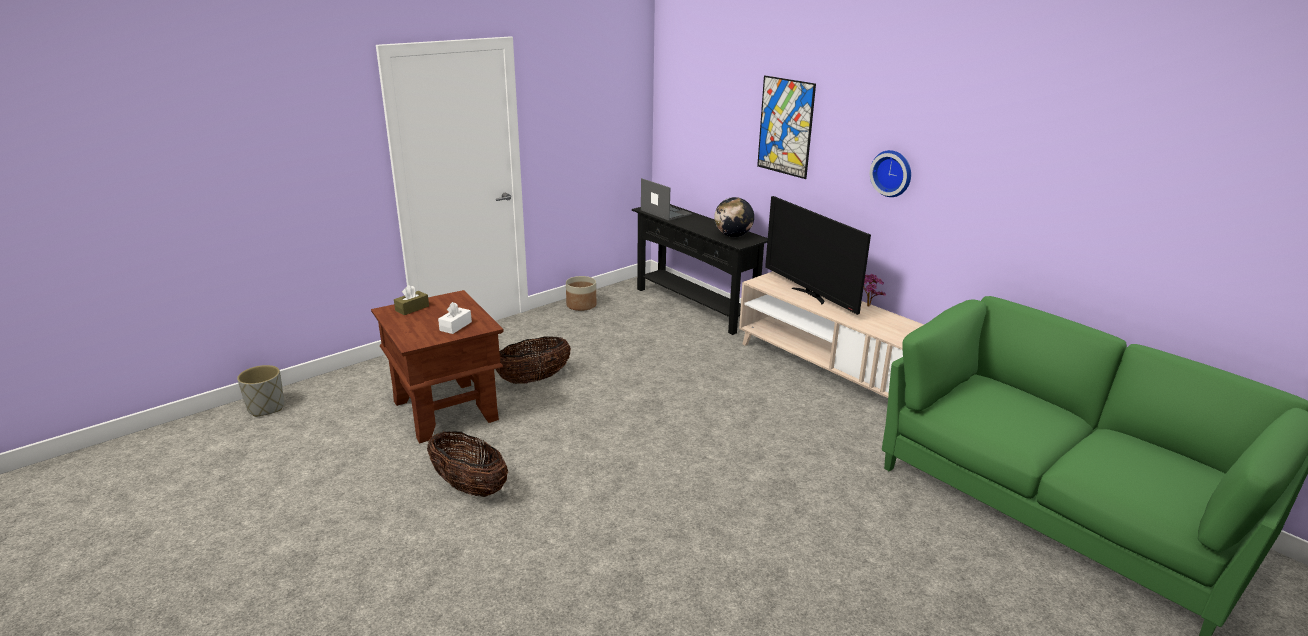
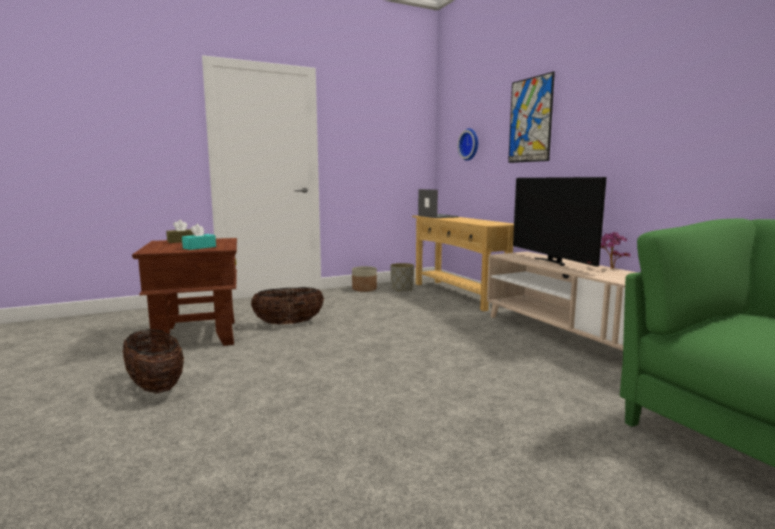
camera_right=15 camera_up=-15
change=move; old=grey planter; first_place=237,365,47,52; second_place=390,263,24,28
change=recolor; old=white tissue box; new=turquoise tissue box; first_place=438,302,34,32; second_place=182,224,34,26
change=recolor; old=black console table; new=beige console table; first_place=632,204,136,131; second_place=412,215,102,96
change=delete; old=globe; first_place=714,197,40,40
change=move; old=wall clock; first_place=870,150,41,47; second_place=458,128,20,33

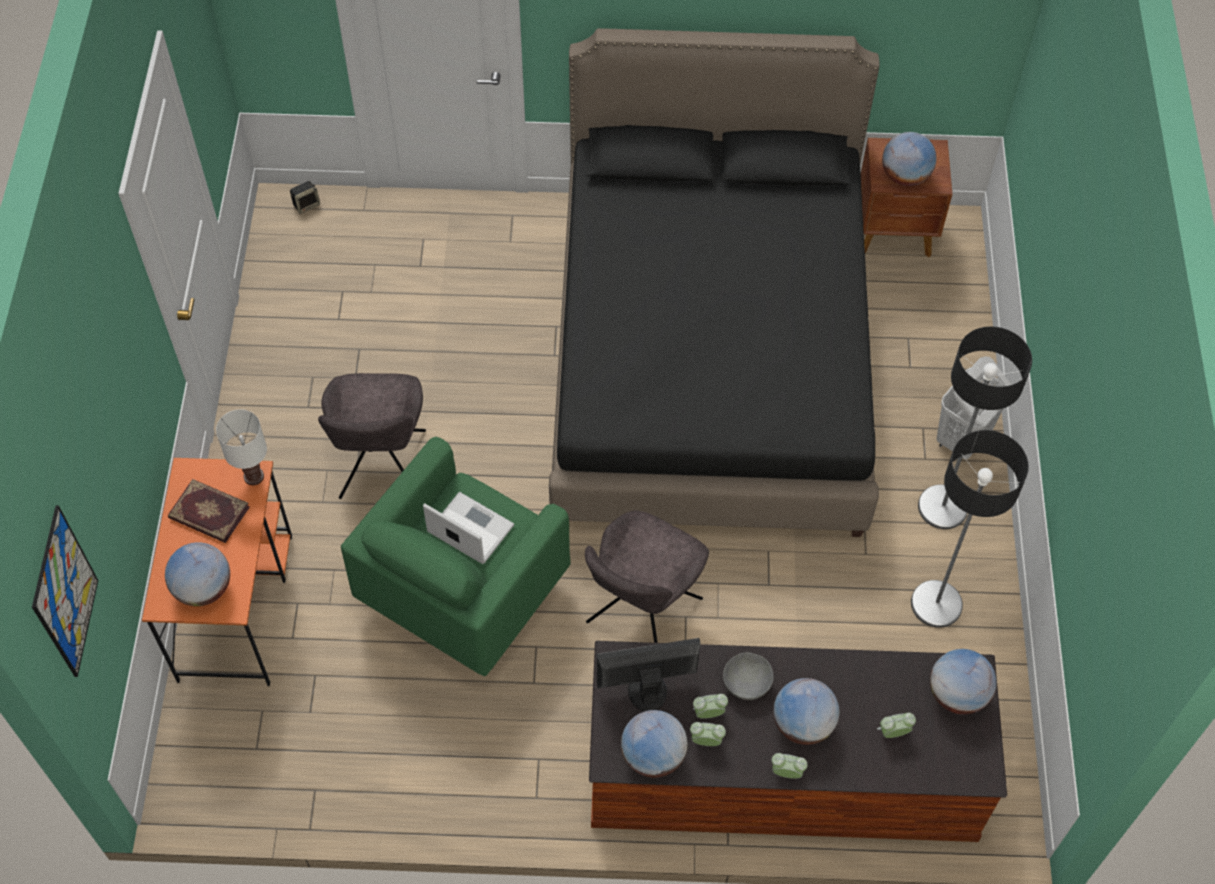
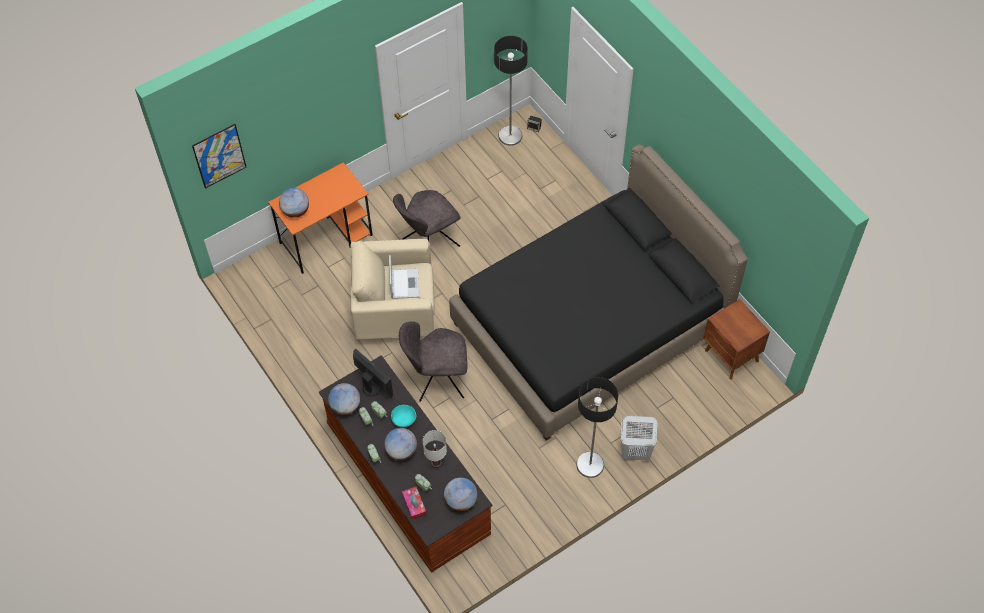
camera_right=55 camera_up=0
change=delete; old=book; first_place=168,479,82,64
change=move; old=white table lamp; first_place=216,409,51,76; second_place=423,430,24,38
change=recolor; old=green armchair; new=beige armchair; first_place=341,437,230,239; second_place=350,239,85,100
change=recolor; old=grey bowl; new=turquoise bowl; first_place=723,652,51,48; second_place=391,405,25,22
change=delete; old=globe; first_place=882,132,55,54
change=move; old=floor lamp; first_place=911,430,118,198; second_place=494,36,34,110
change=insert; new=tissue box; second_place=402,487,24,33

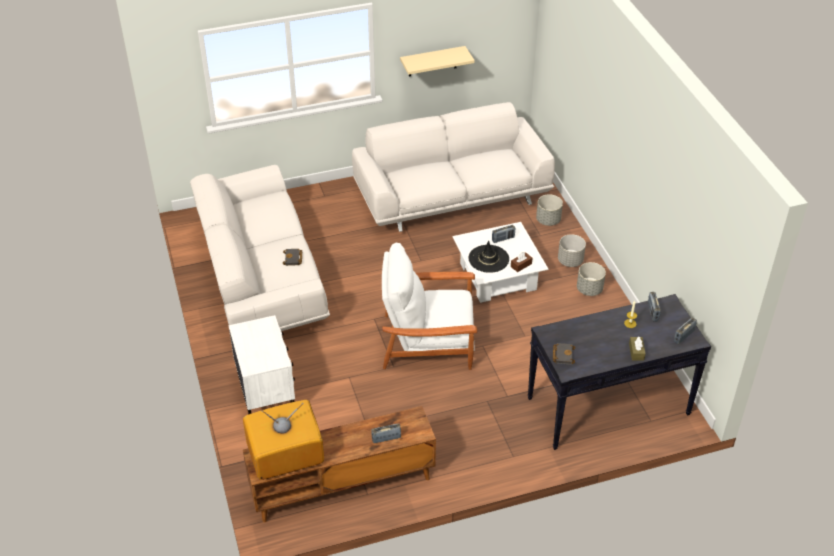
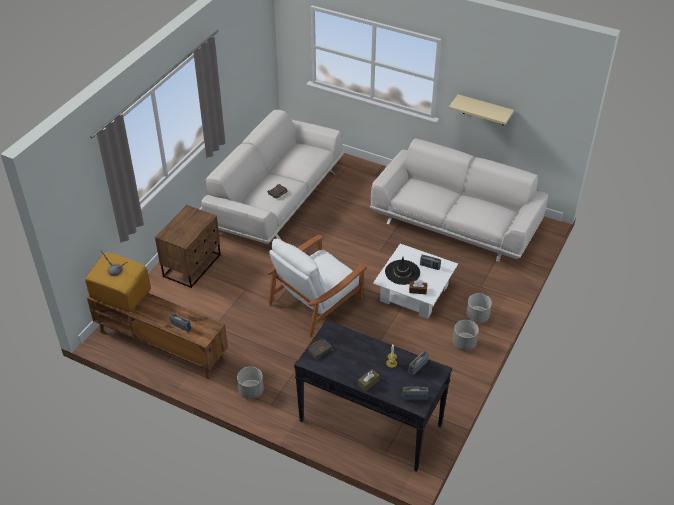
camera_right=45 camera_up=0
change=recolor; old=white nightstand; new=brown nightstand; first_place=228,315,67,99; second_place=155,205,66,83
change=rotate; old=white armchair; first_place=382,243,95,127; second_place=267,235,100,103; degrees=-90
change=move; old=grey planter; first_place=536,194,27,32; second_place=237,367,27,32

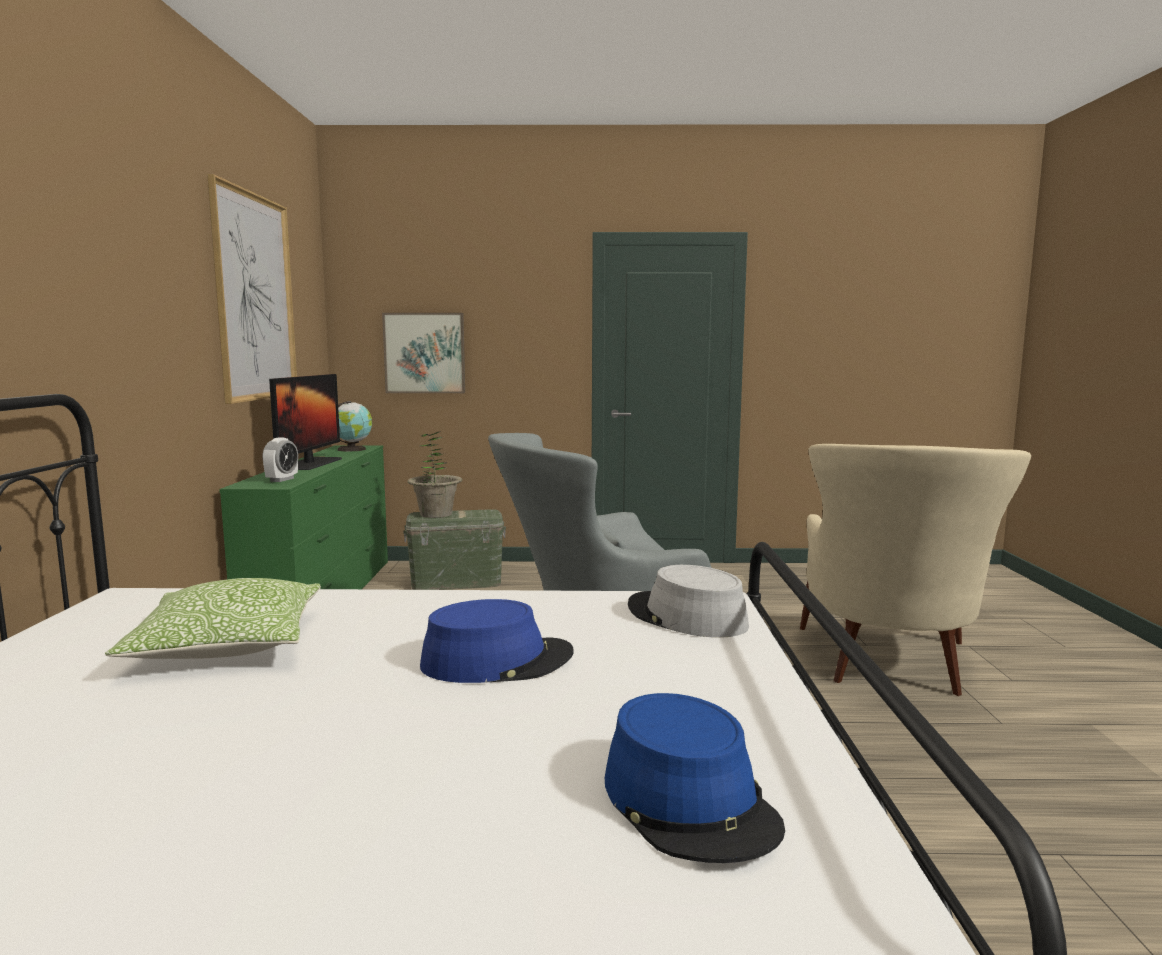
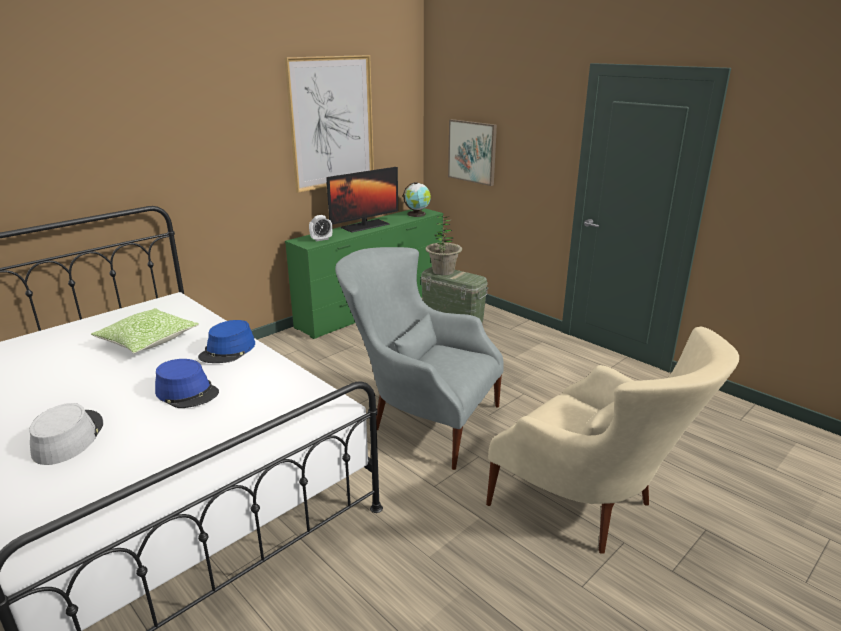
camera_right=45 camera_up=15
change=move; old=blue hat; first_place=605,693,180,170; second_place=198,320,57,43
change=move; old=grey hat; first_place=628,565,121,73; second_place=29,403,74,62
change=rotate; old=beige armchair; first_place=800,444,231,252; second_place=486,327,253,227; degrees=-105

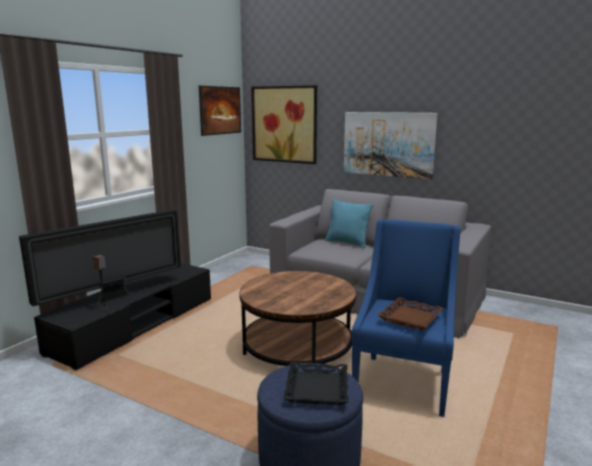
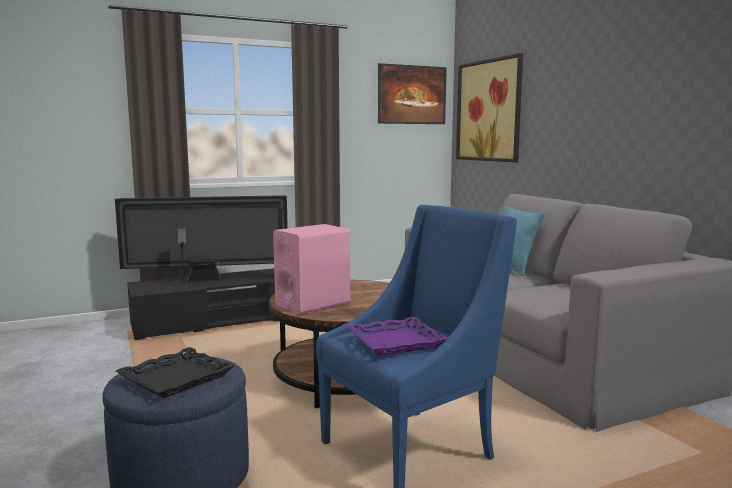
camera_right=35 camera_up=-5
change=delete; old=picture; first_place=344,112,94,67
change=recolor; old=brown tray; new=purple tray; first_place=378,297,65,33; second_place=347,317,101,39
change=insert; new=pink speaker; second_place=273,224,77,90

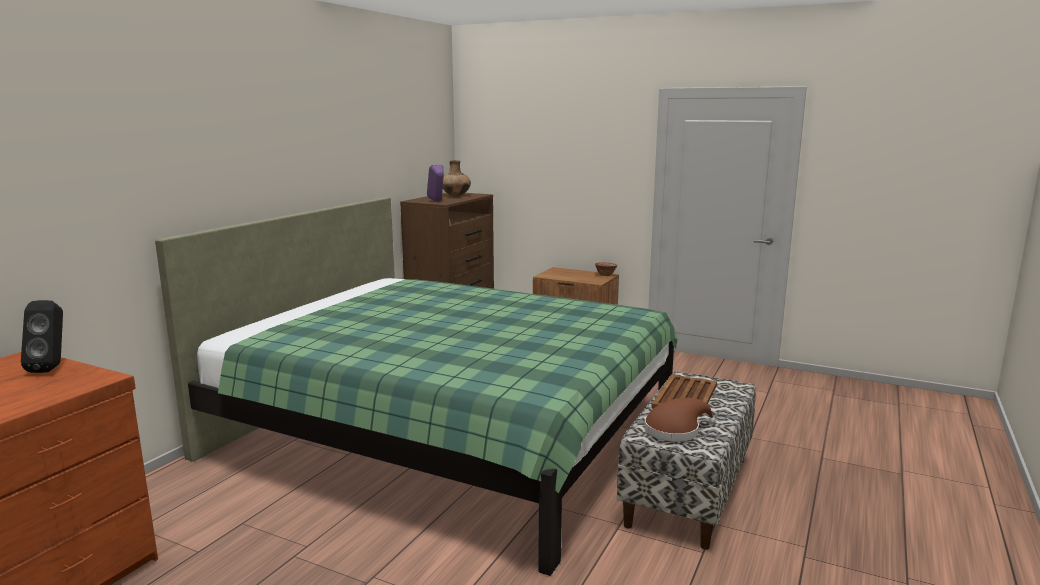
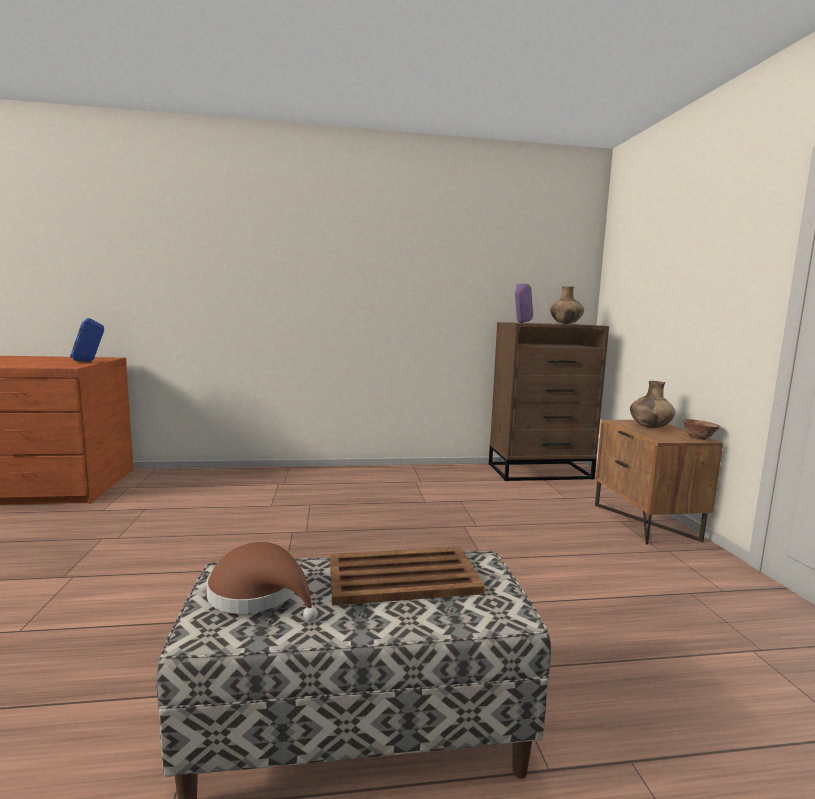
camera_right=55 camera_up=-5
change=recolor; old=black speaker; new=blue speaker; first_place=21,300,42,73; second_place=70,318,34,44
change=delete; old=green bed; first_place=155,197,522,379
change=insert; new=brown vase; second_place=630,381,46,47

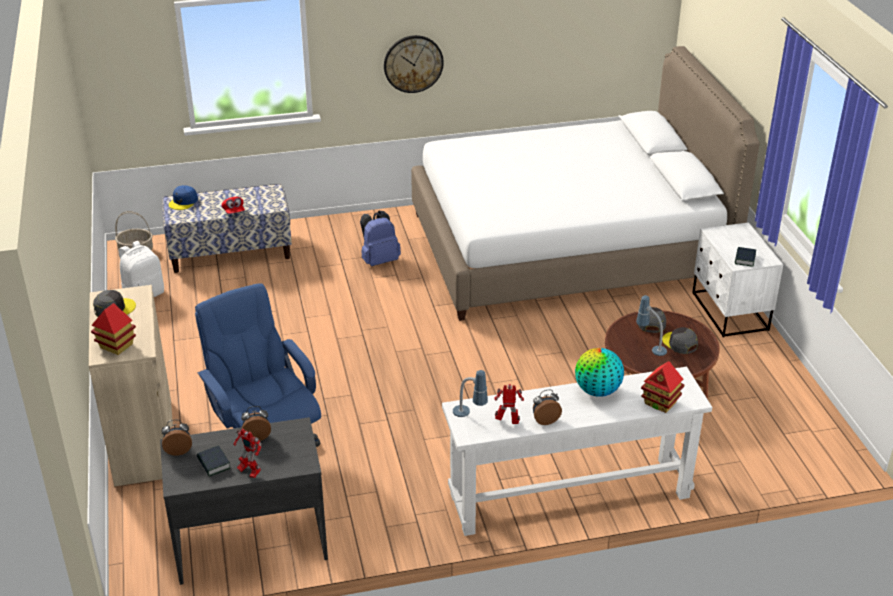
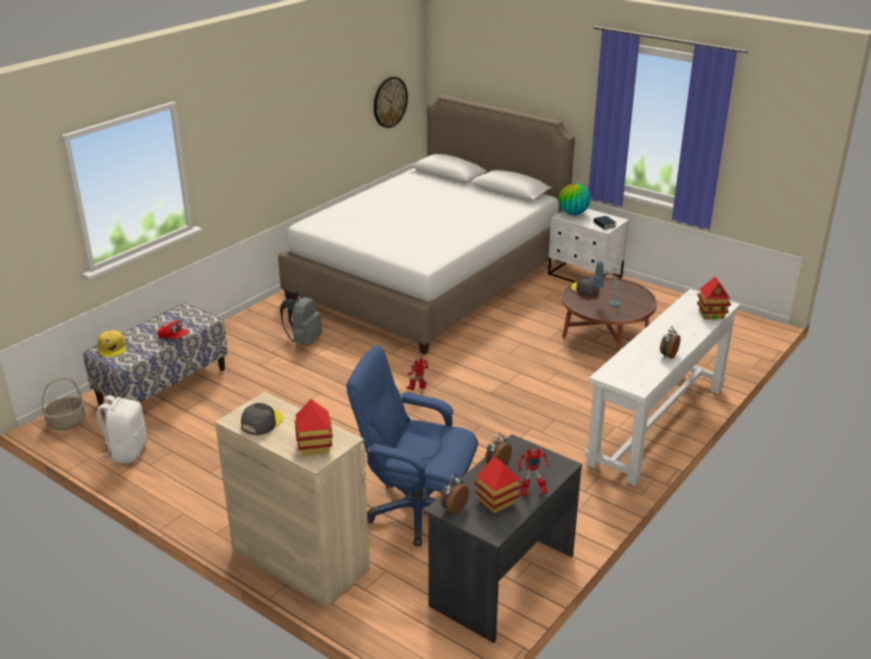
camera_right=-40 camera_up=-5
change=recolor; old=blue cap; new=yellow cap; first_place=169,185,29,25; second_place=98,330,28,27
change=replace; old=book; new=toy house; first_place=197,445,33,32; second_place=474,456,48,58
change=recolor; old=blue backpack; new=grey backpack; first_place=360,210,41,56; second_place=280,293,42,53
change=move; old=wall clock; first_place=384,35,60,58; second_place=374,77,34,51
change=delete; old=table lamp; first_place=453,370,35,47
change=move; old=toy robot; first_place=494,384,30,40; second_place=406,358,23,32
change=move; old=globe; first_place=575,348,49,49; second_place=559,183,32,32
change=delete; old=grey cap; first_place=662,327,36,27

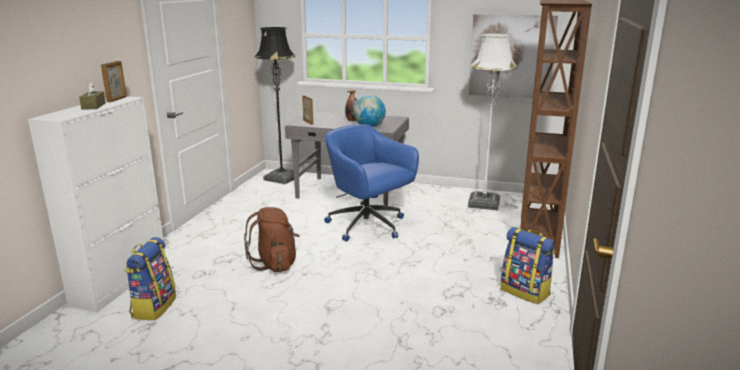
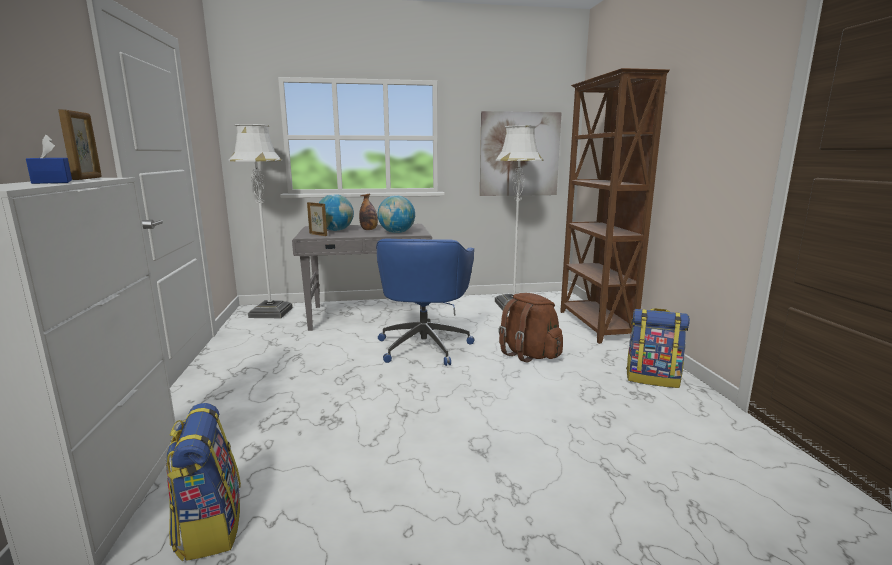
camera_right=-25 camera_up=-5
change=recolor; old=brown tissue box; new=blue tissue box; first_place=79,82,27,28; second_place=26,135,46,49
change=move; old=brown backpack; first_place=244,207,56,65; second_place=498,293,65,70
change=recolor; old=black floor lamp; new=white floor lamp; first_place=255,27,40,157; second_place=228,124,65,194
change=rotate; old=blue office chair; first_place=324,125,95,117; second_place=376,239,99,127; degrees=-105
change=insert; new=globe; second_place=319,194,35,37

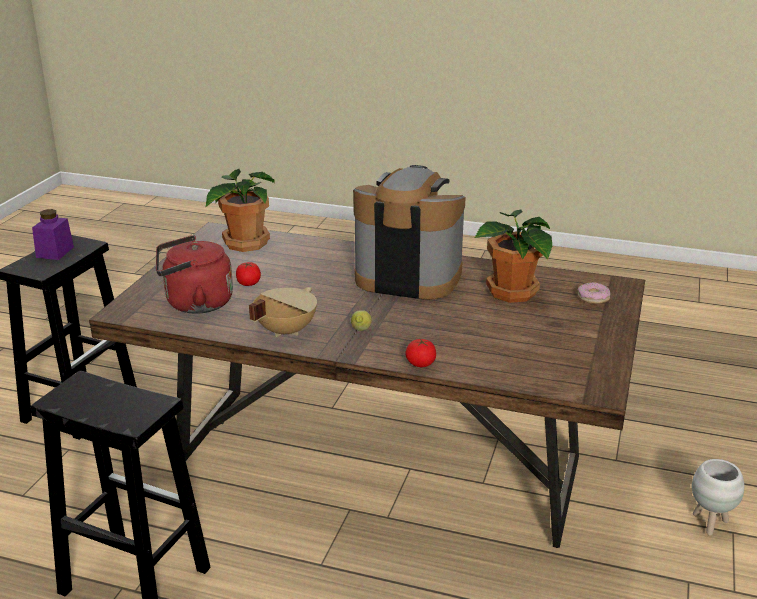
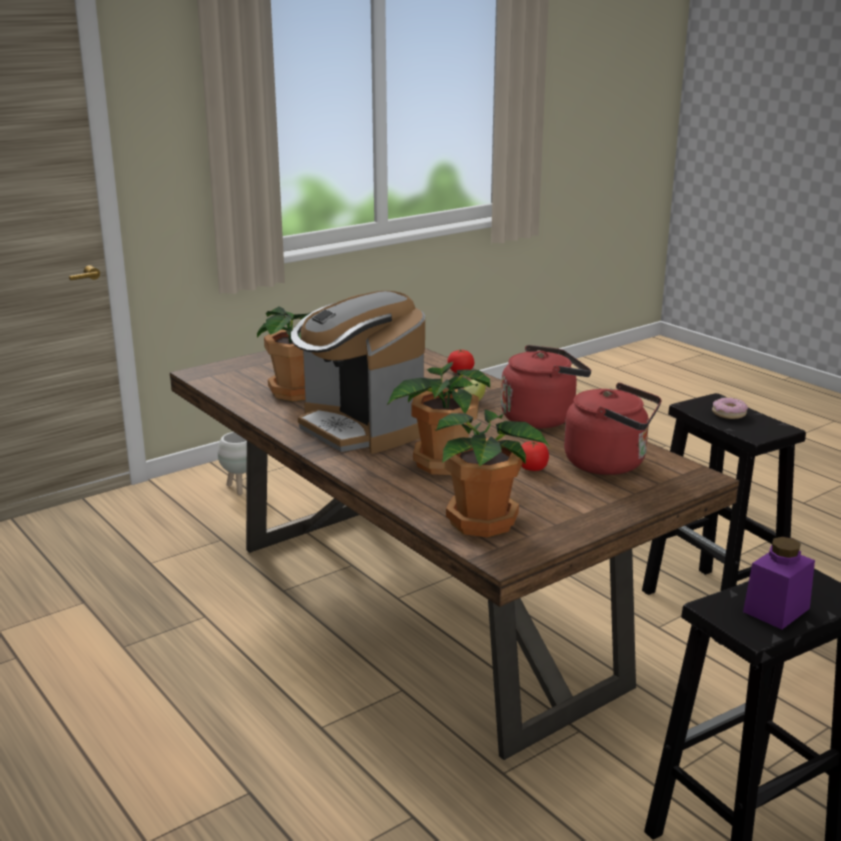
camera_right=-145 camera_up=-5
change=replace; old=beige cooking pot; new=red kettle; first_place=249,287,68,50; second_place=501,345,90,84
change=move; old=donut; first_place=578,282,33,22; second_place=712,397,36,22
change=insert; new=potted plant; second_place=387,362,103,113

